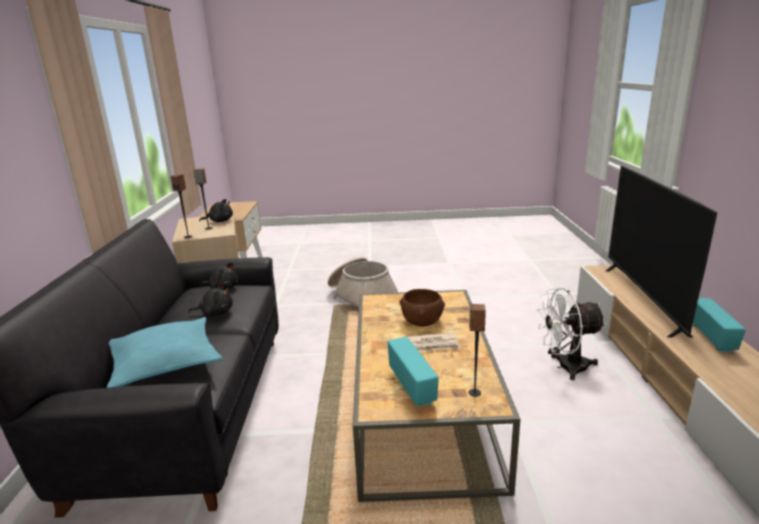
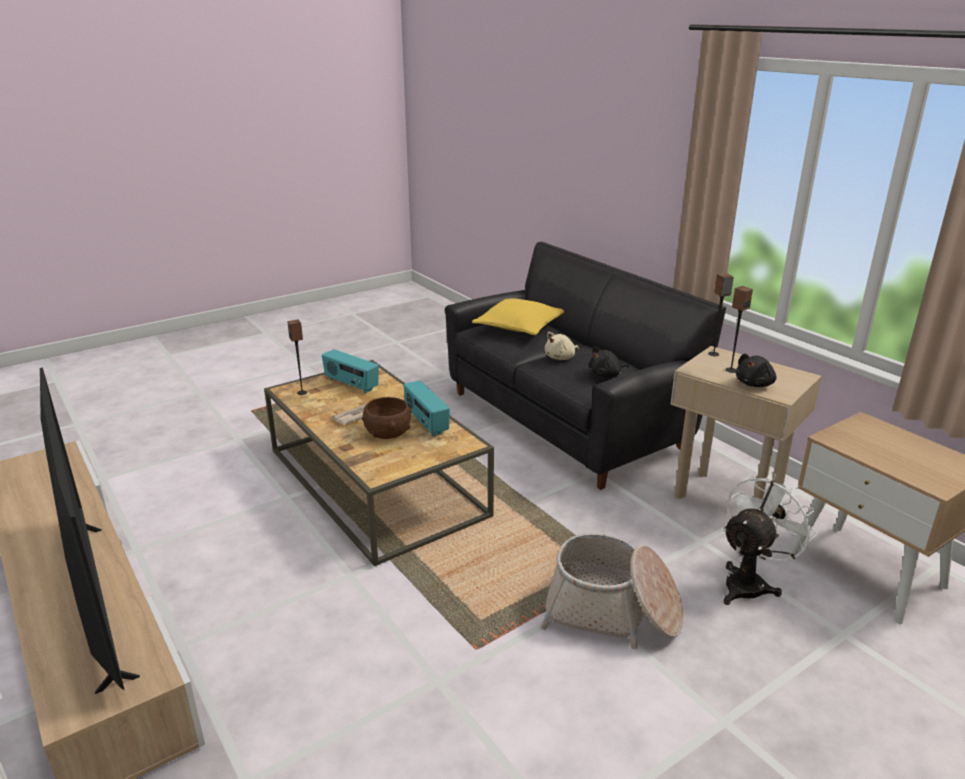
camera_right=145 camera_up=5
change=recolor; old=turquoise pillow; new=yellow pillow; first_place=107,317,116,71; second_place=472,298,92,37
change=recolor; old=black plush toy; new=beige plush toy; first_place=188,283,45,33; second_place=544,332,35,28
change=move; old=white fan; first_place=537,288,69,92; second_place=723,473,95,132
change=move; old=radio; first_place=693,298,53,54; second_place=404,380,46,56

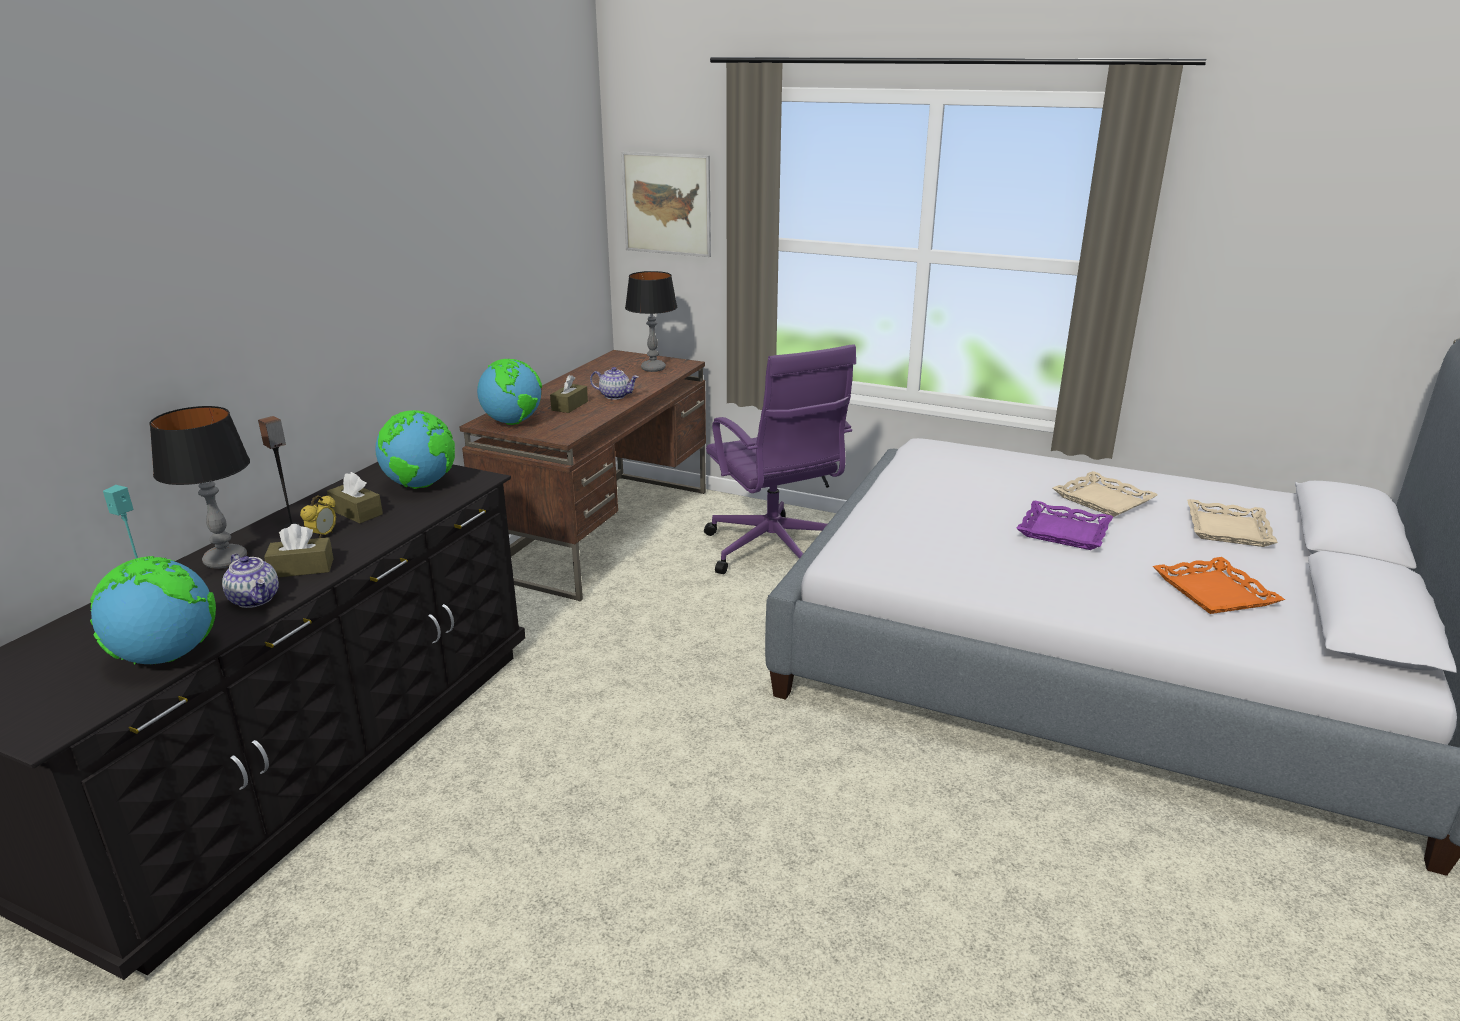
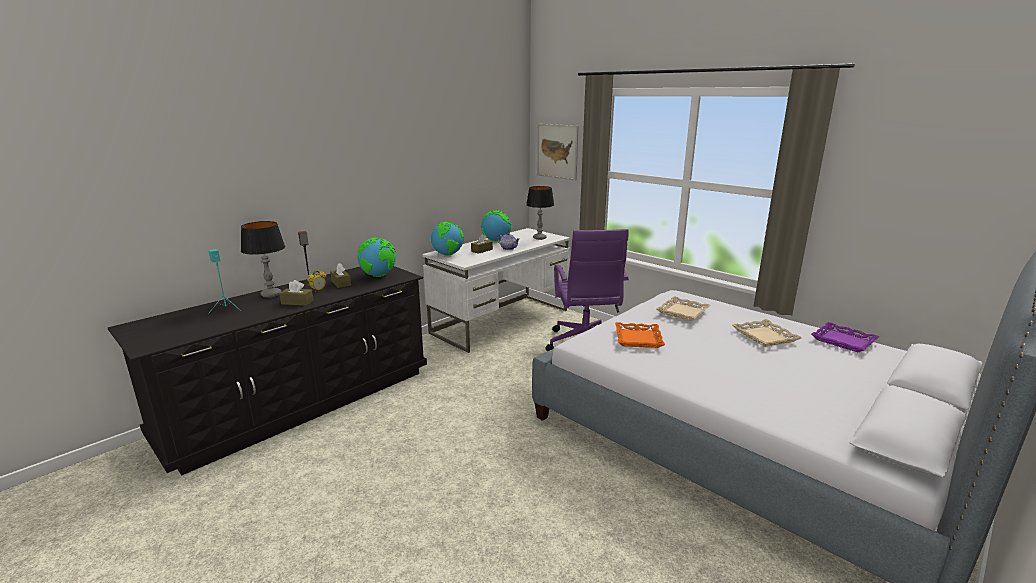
camera_right=20 camera_up=-5
change=move; old=globe; first_place=90,556,126,108; second_place=481,210,30,32
change=delete; old=teapot; first_place=222,553,57,55
change=recolor; old=brown desk; new=white desk; first_place=460,350,246,251; second_place=422,228,148,125
change=move; old=purple tray; first_place=1016,501,97,49; second_place=811,322,68,30
change=move; old=orange tray; first_place=1153,557,132,57; second_place=615,322,50,26
change=move; old=beige tray; first_place=1187,499,91,48; second_place=656,296,55,25

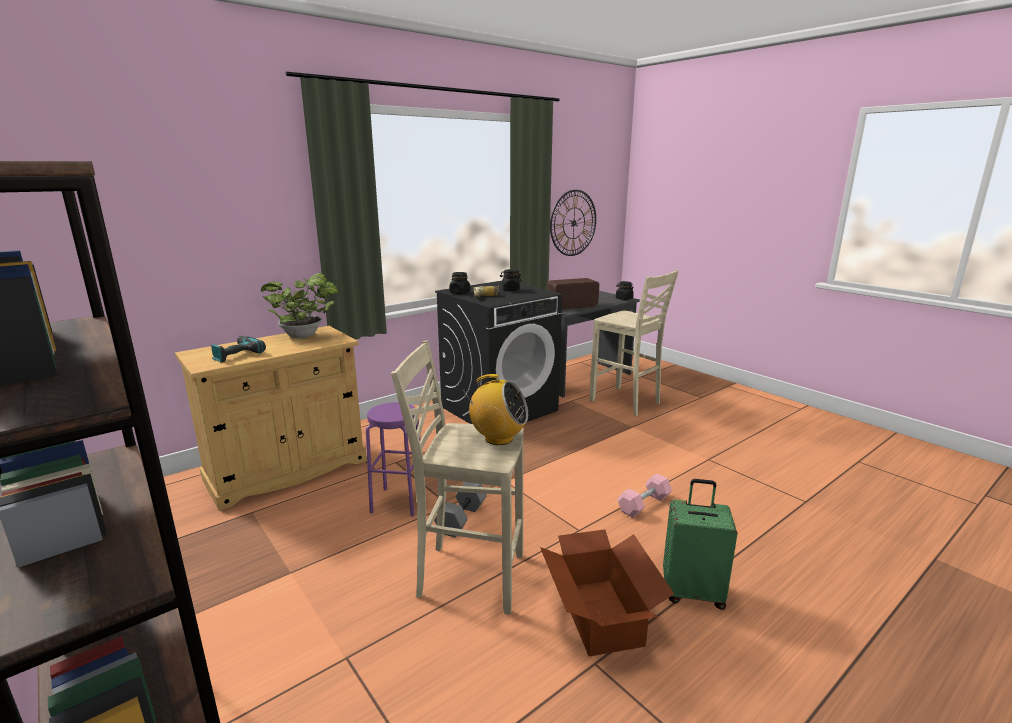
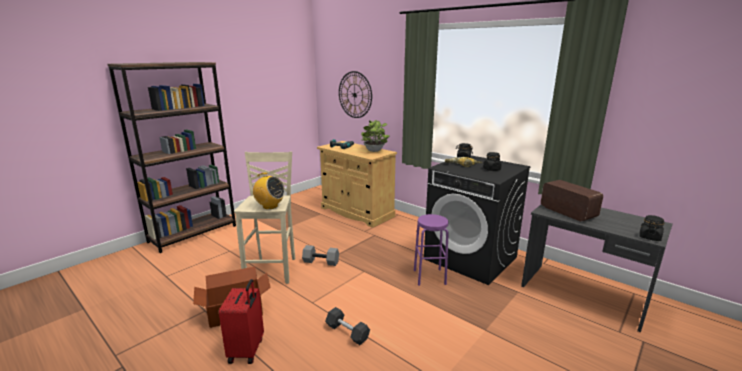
camera_right=80 camera_up=0
change=move; old=purple stool; first_place=366,402,55,115; second_place=414,214,35,72
change=rotate; old=radio; first_place=464,374,64,71; second_place=250,173,35,36; degrees=-75
change=move; old=wall clock; first_place=550,190,46,66; second_place=339,71,33,47
change=delete; old=beige stool; first_place=590,270,89,146
change=recolor; old=pink dumbbell; new=grey dumbbell; first_place=617,473,55,45; second_place=325,307,45,38
change=recolor; old=green suitcase; new=red suitcase; first_place=663,479,75,131; second_place=219,279,45,85

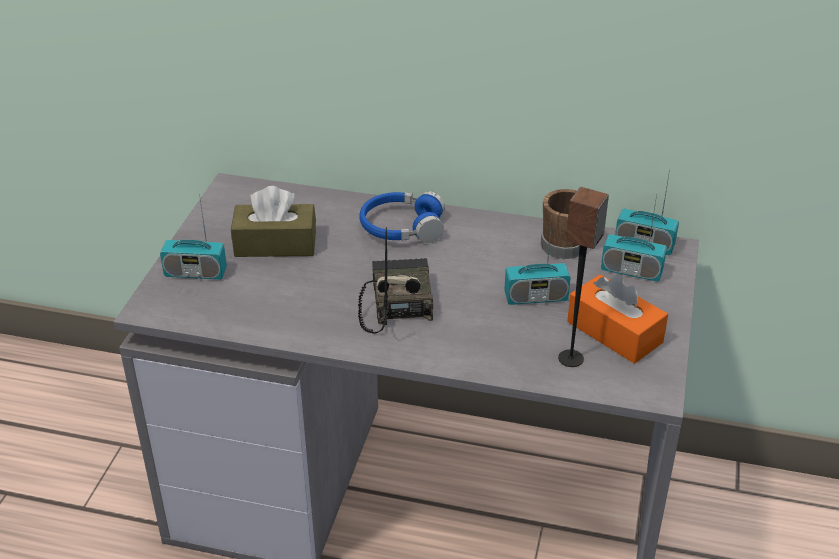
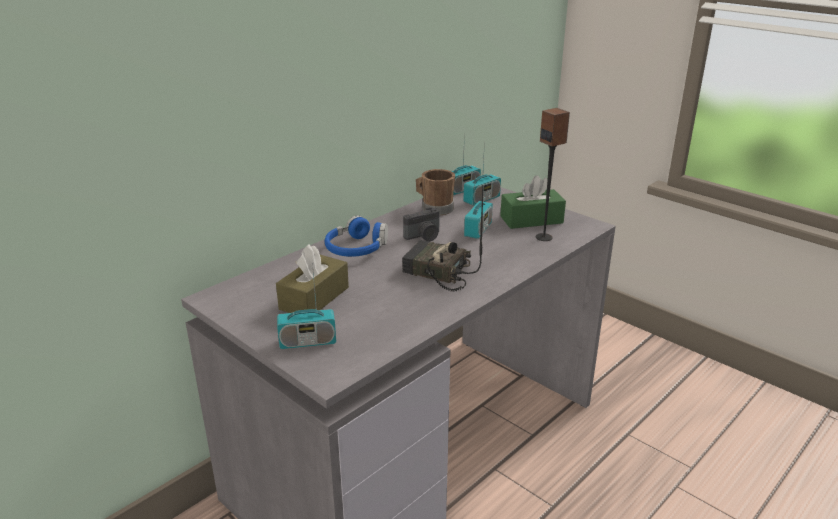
camera_right=-60 camera_up=-10
change=rotate; old=radio; first_place=160,193,67,87; second_place=277,263,59,86; degrees=45
change=recolor; old=orange tissue box; new=green tissue box; first_place=567,274,101,90; second_place=500,175,66,54
change=insert; new=photo camera; second_place=403,207,37,34

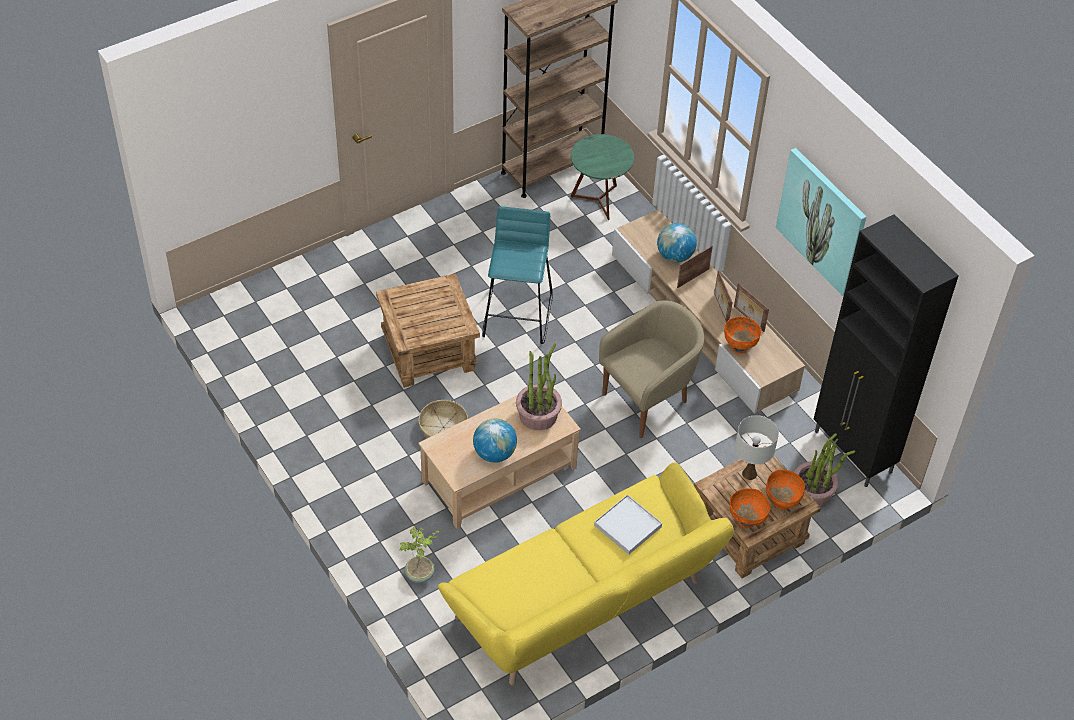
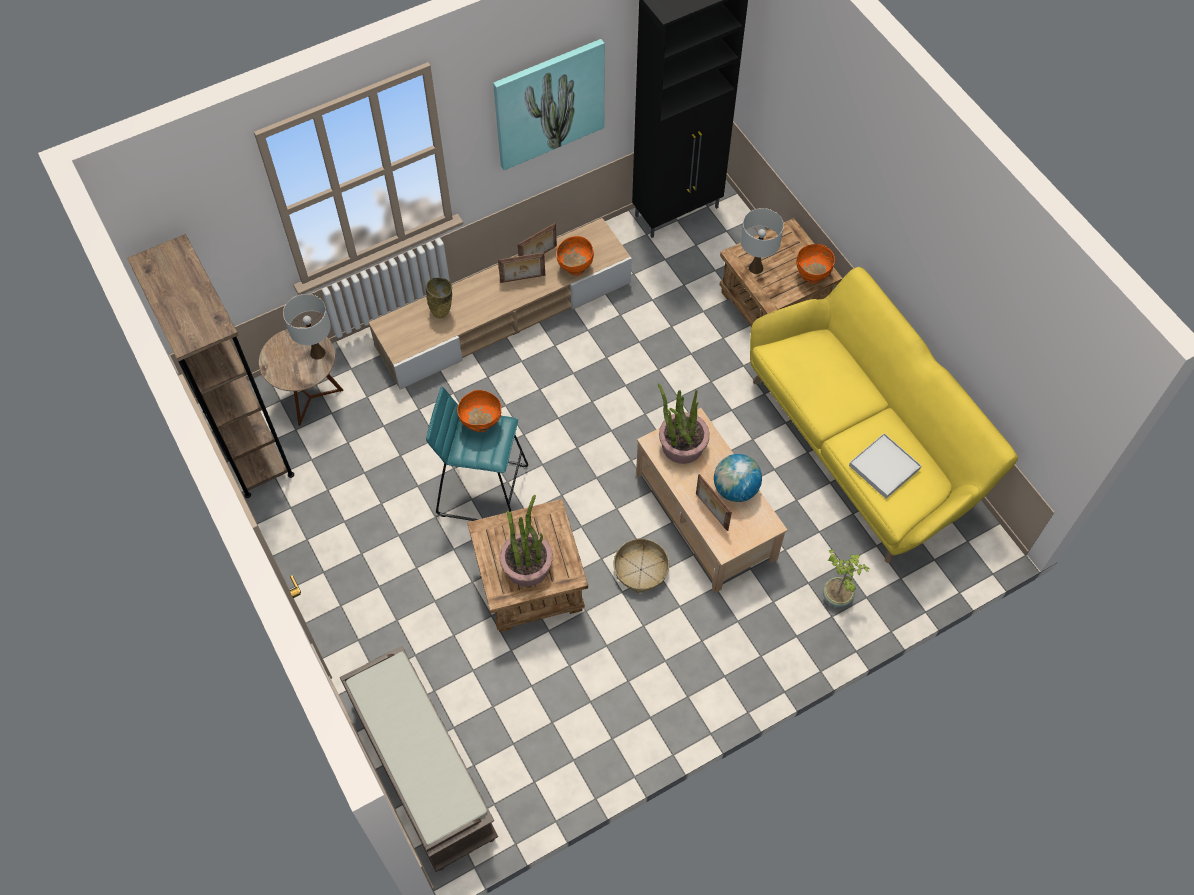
camera_right=-85 camera_up=10
change=recolor; old=green side table; new=brown side table; first_place=571,134,63,86; second_place=259,327,84,99
change=move; old=white tray; first_place=594,494,68,61; second_place=849,433,73,66
change=delete; old=beige armchair; first_place=599,300,105,138
change=replace; old=globe; new=beige vase; first_place=657,223,40,39; second_place=426,277,26,41
change=move; old=picture frame; first_place=677,246,36,42; second_place=696,474,36,57
change=move; old=orange bowl; first_place=766,469,39,41; second_place=457,390,44,42
change=move; old=potted plant; first_place=794,433,61,74; second_place=499,495,54,92
change=insert; new=white table lamp; second_place=283,294,48,66
change=insert; new=brown bench; second_place=340,646,158,226

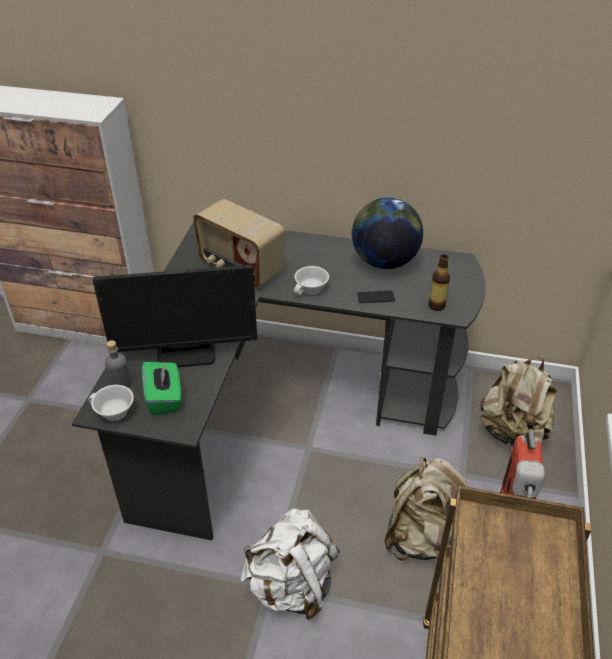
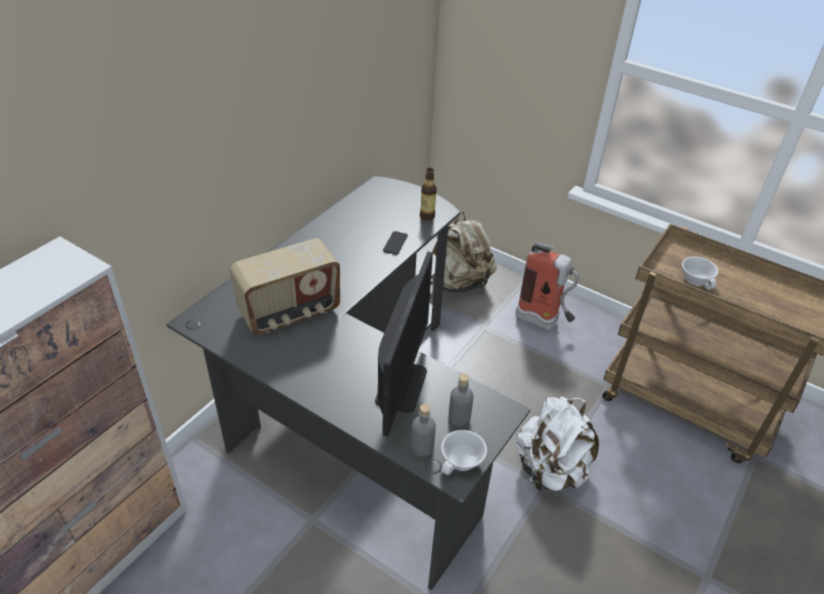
camera_right=-70 camera_up=0
change=replace; old=green tissue box; new=grey bottle; first_place=142,361,39,54; second_place=449,374,25,52
change=move; old=white cup; first_place=294,266,35,29; second_place=682,257,36,33
change=delete; old=globe; first_place=352,198,71,71
change=delete; old=beige backpack; first_place=384,457,83,104

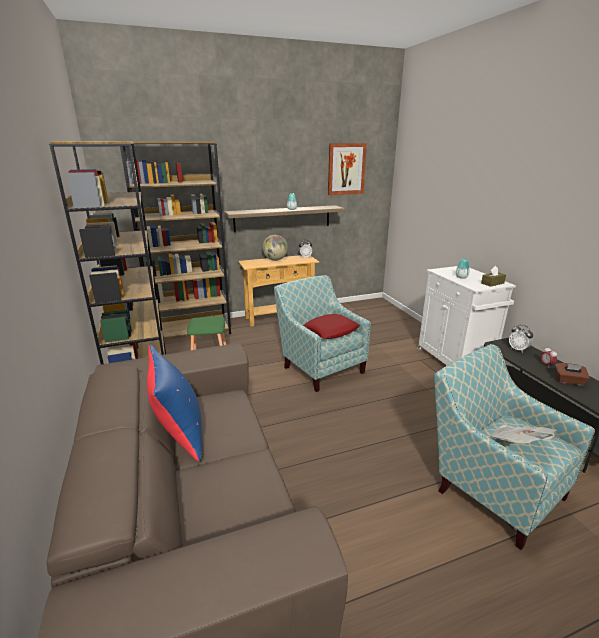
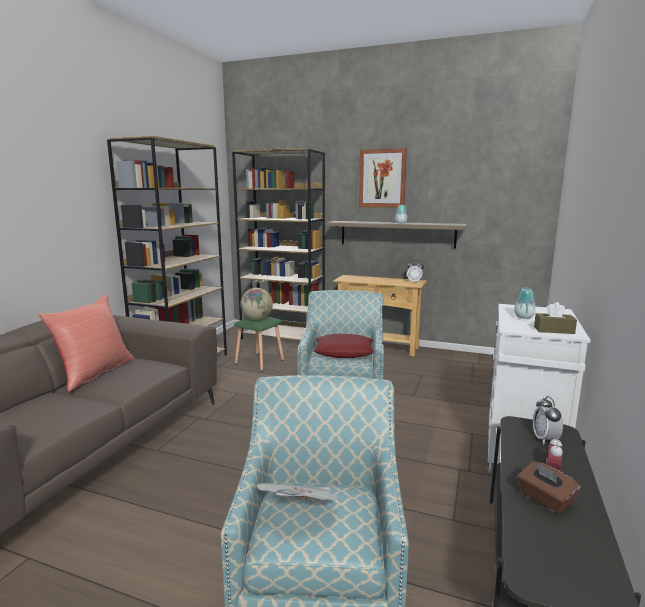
camera_right=40 camera_up=-10
change=recolor; old=blue pillow; new=red pillow; first_place=147,344,55,117; second_place=39,294,96,98
change=move; old=globe; first_place=262,235,26,26; second_place=240,288,33,32
change=move; old=picture; first_place=328,143,39,52; second_place=359,148,48,60

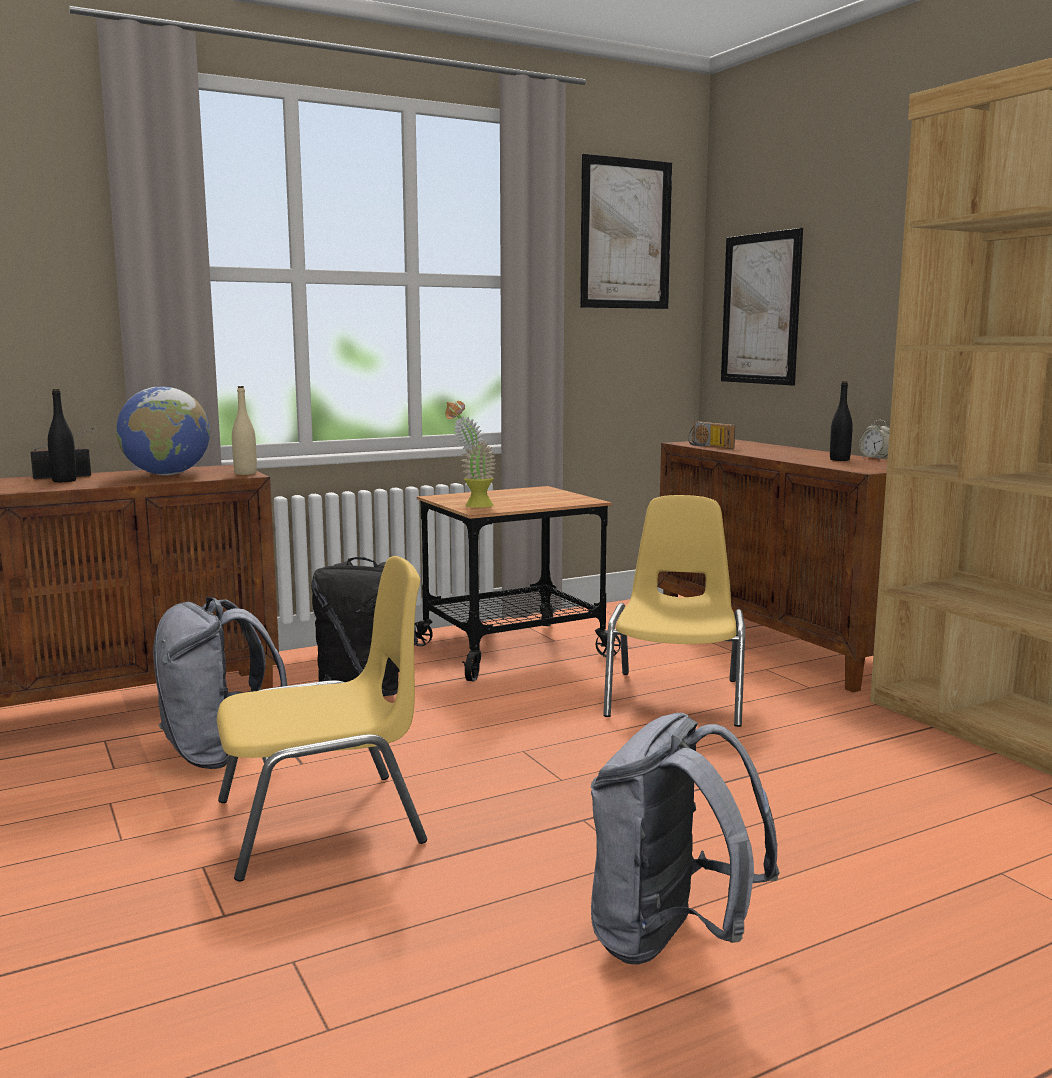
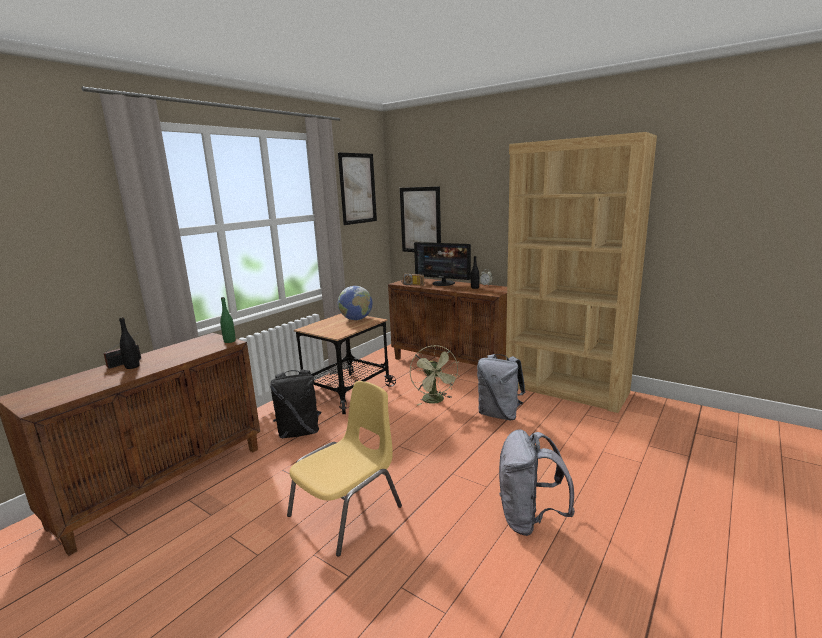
camera_right=-25 camera_up=5
change=move; old=globe; first_place=116,387,94,88; second_place=338,286,35,34
change=move; old=grey backpack; first_place=153,597,134,172; second_place=477,354,48,66
change=recolor; old=beige bottle; new=green bottle; first_place=232,386,25,89; second_place=220,297,16,46
change=delete; old=potted plant; first_place=445,401,50,107
change=replace; old=yellow chair; new=green fan; first_place=603,495,142,232; second_place=410,345,50,60
change=insert; new=monitor; second_place=414,242,57,44

